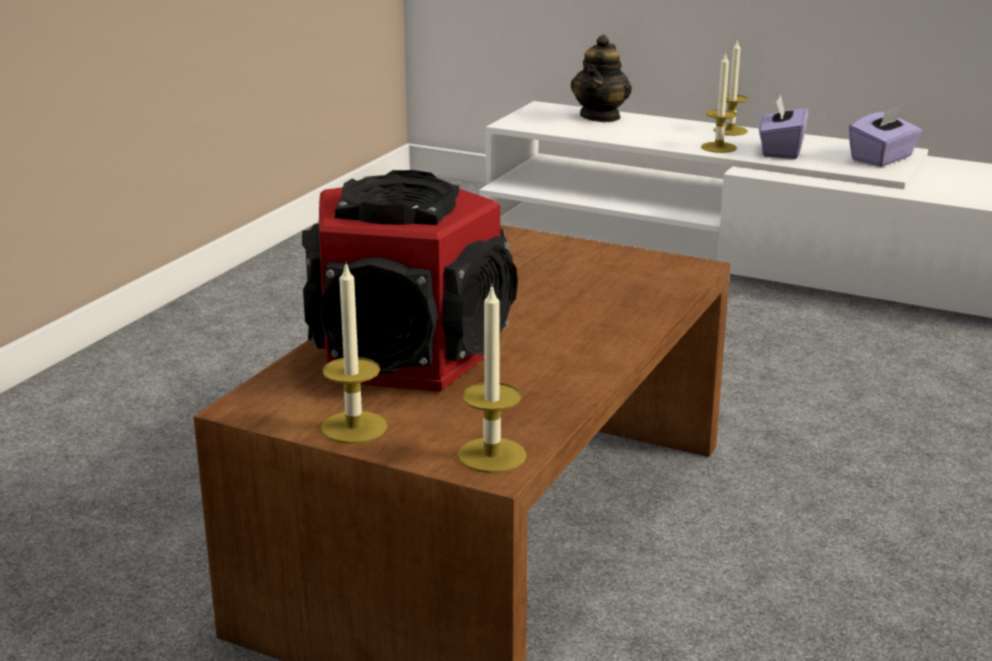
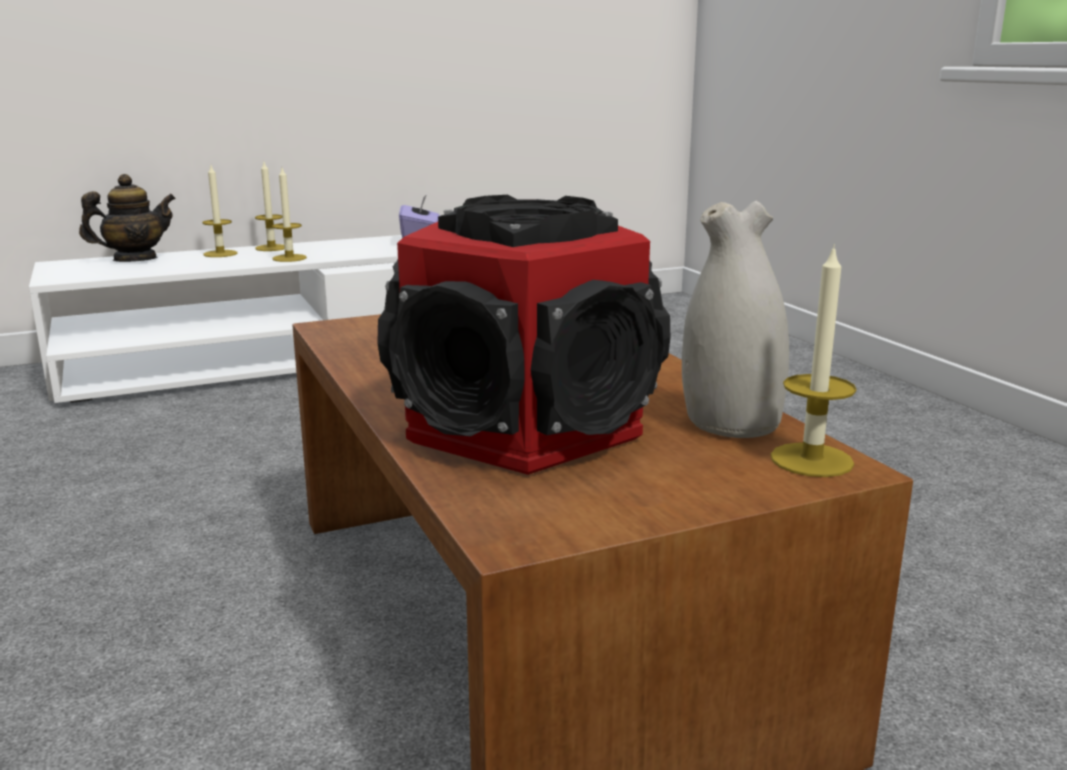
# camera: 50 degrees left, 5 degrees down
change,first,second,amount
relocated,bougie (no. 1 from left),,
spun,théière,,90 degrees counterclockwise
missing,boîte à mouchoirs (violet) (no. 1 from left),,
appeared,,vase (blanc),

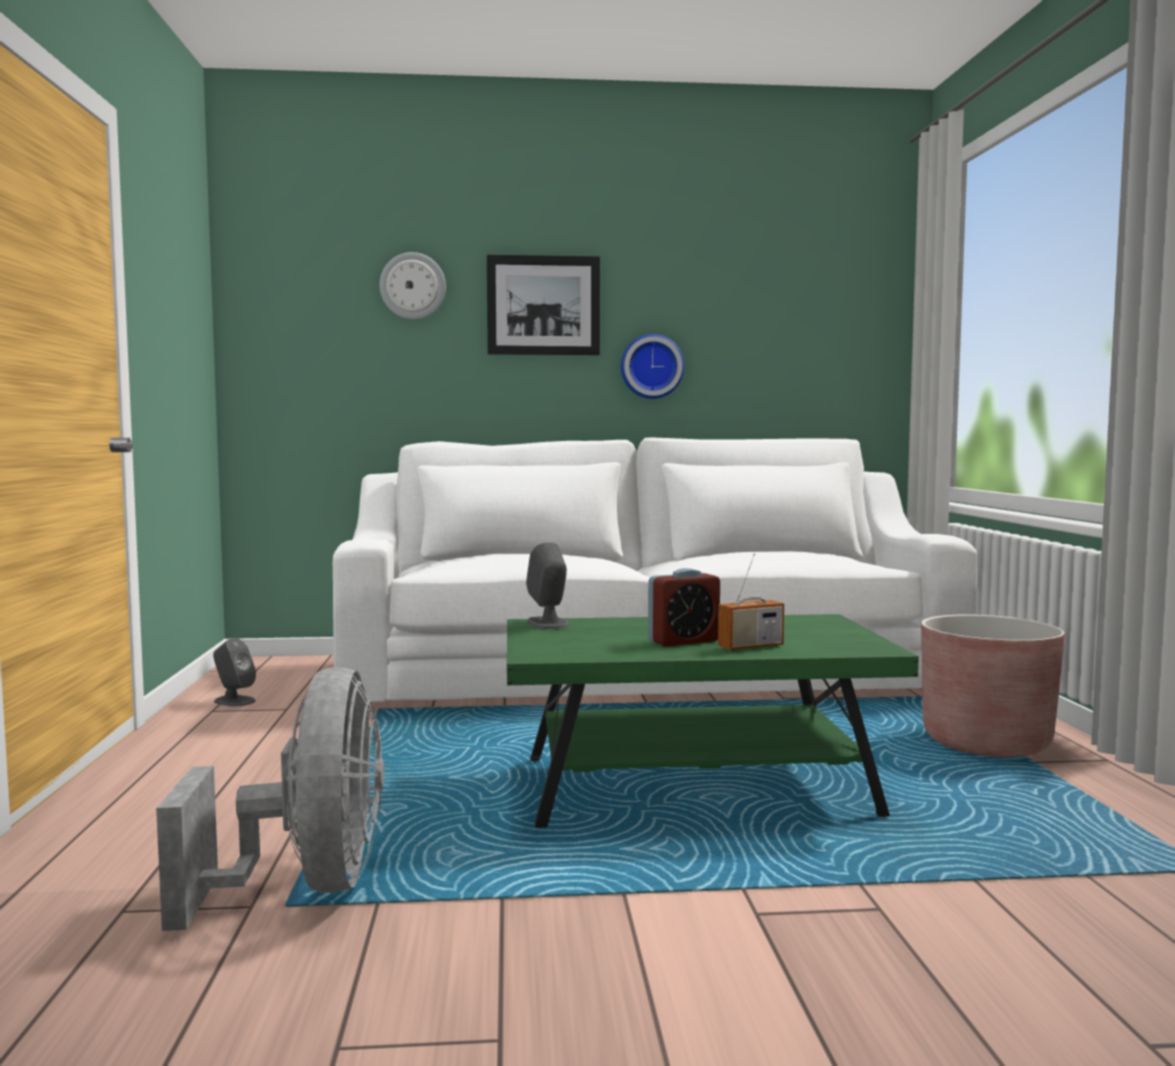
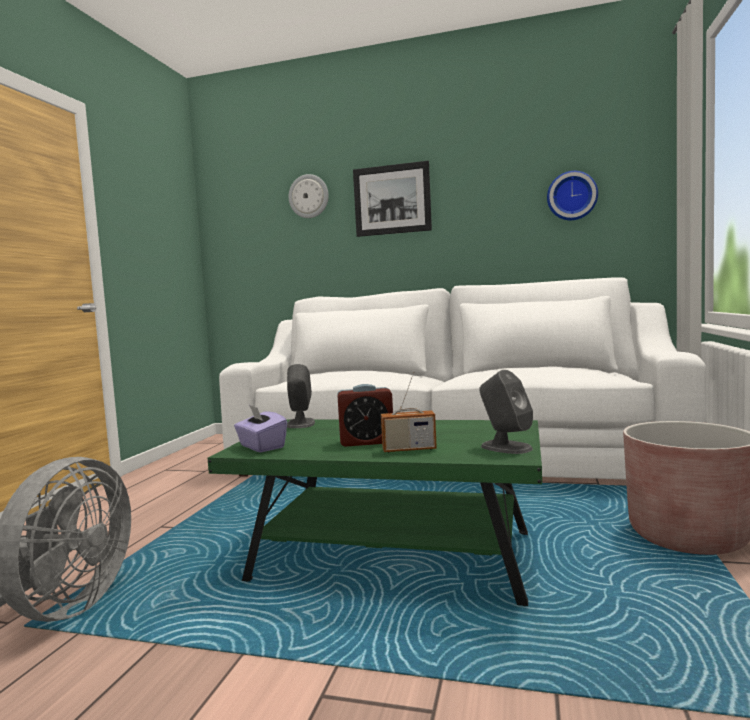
# camera: 20 degrees right, 0 degrees up
change,first,second,amount
relocated,enceinte (gris) (no. 1 from left in the first image),enceinte (gris) (no. 2 from left),
relocated,horloge murale (no. 2 from left),,
appeared,,boîte à mouchoirs (violet),

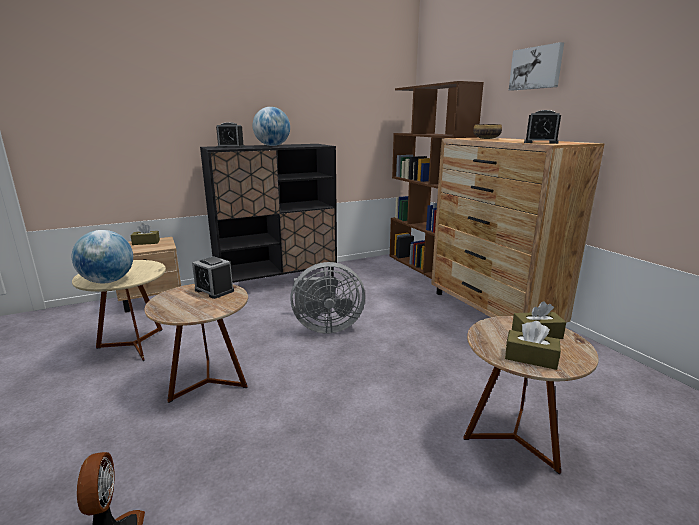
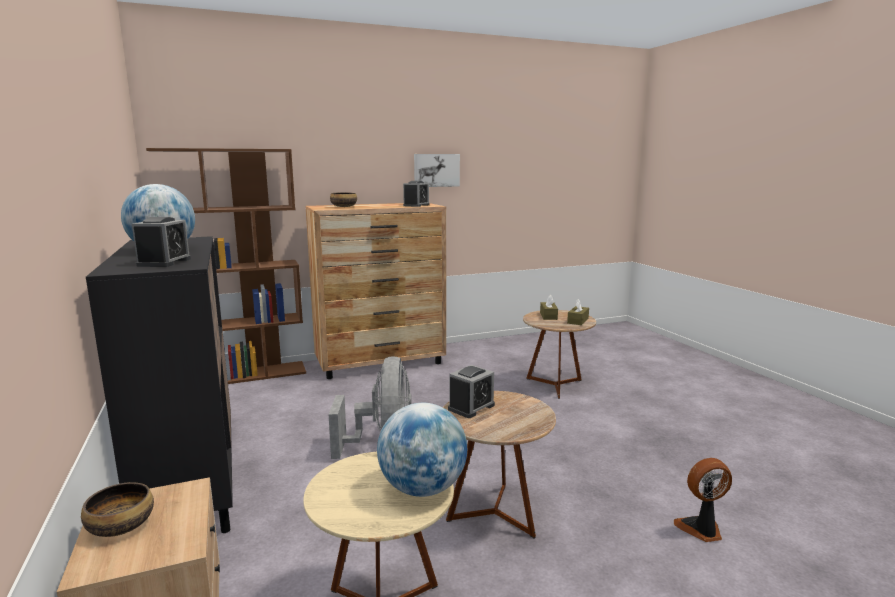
# camera: 85 degrees left, 5 degrees down
change,first,second,amount
exchanged,boîte à mouchoirs (marron) (no. 1 from left),bol (no. 1 from left),
relocated,tableau,,

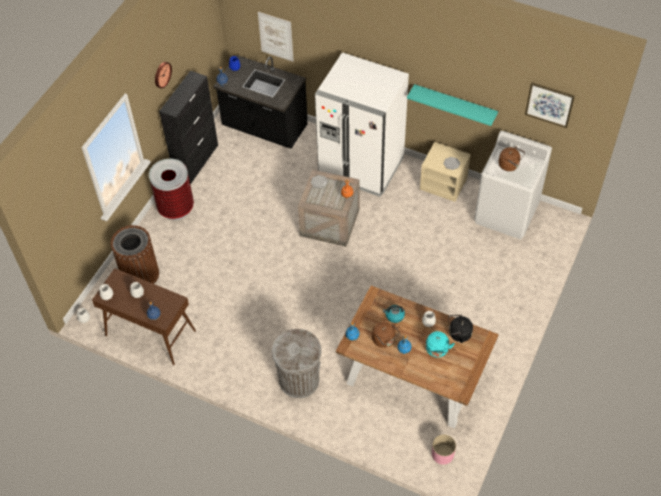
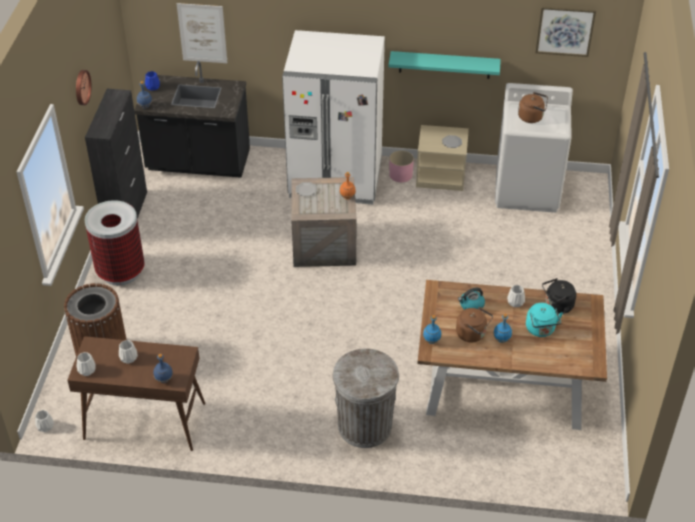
# camera: 20 degrees left, 10 degrees down
change,first,second,amount
relocated,cache-pot (rose),,

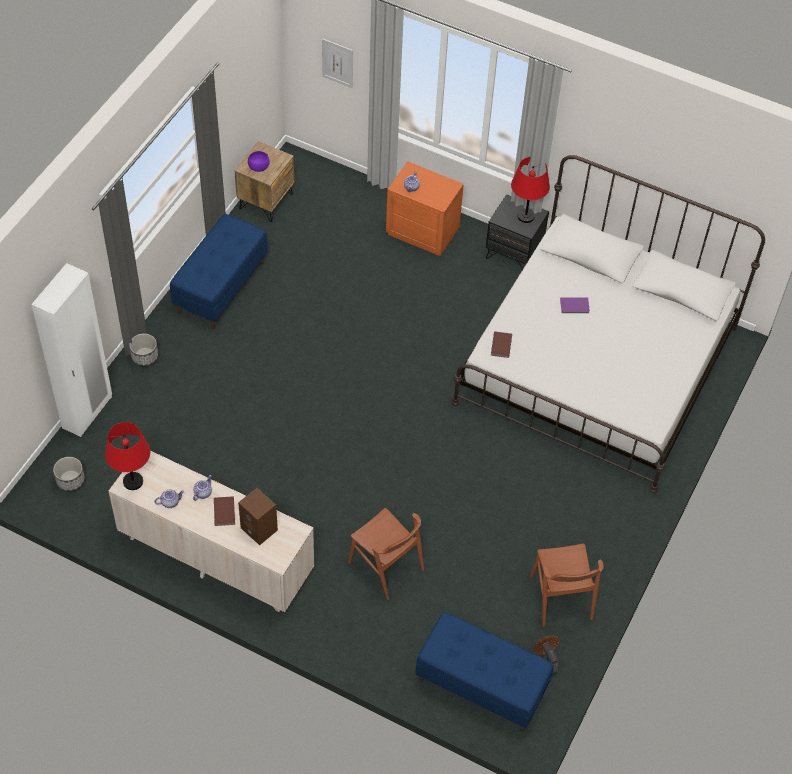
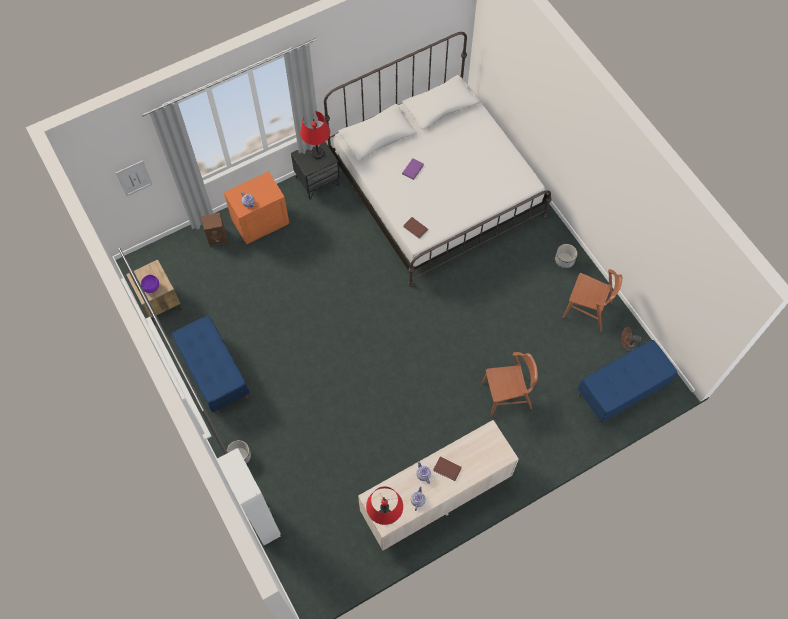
# camera: 55 degrees left, 10 degrees up
change,first,second,amount
relocated,cache-pot (no. 1 from left in the first image),cache-pot (no. 2 from left),
relocated,enceinte (marron),,

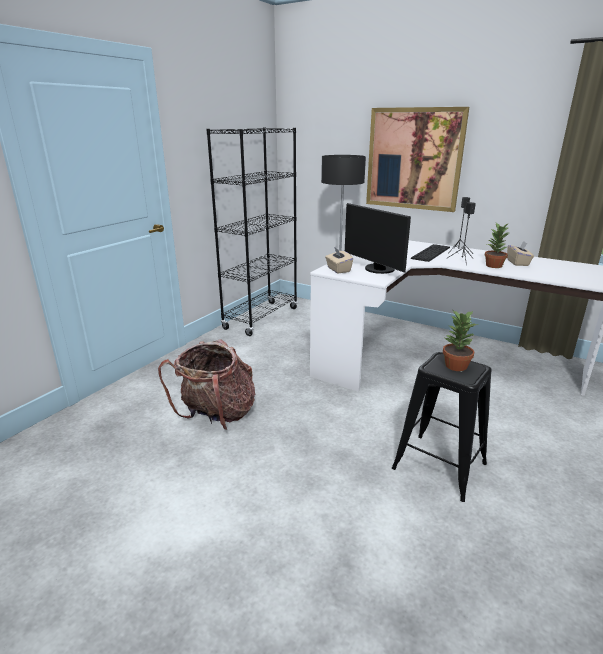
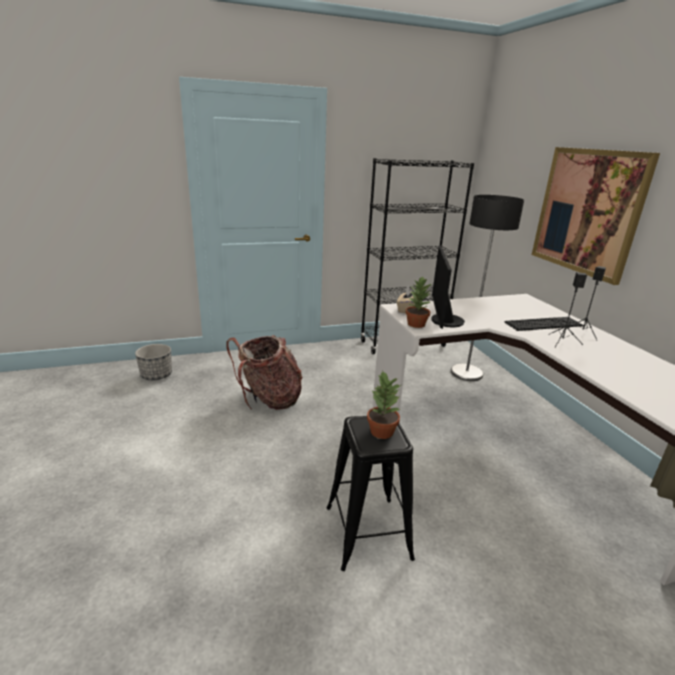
# camera: 40 degrees right, 0 degrees up
change,first,second,amount
relocated,plante en pot (no. 2 from left),,
missing,boîte à mouchoirs (beige) (no. 2 from left),,
appeared,,cache-pot,

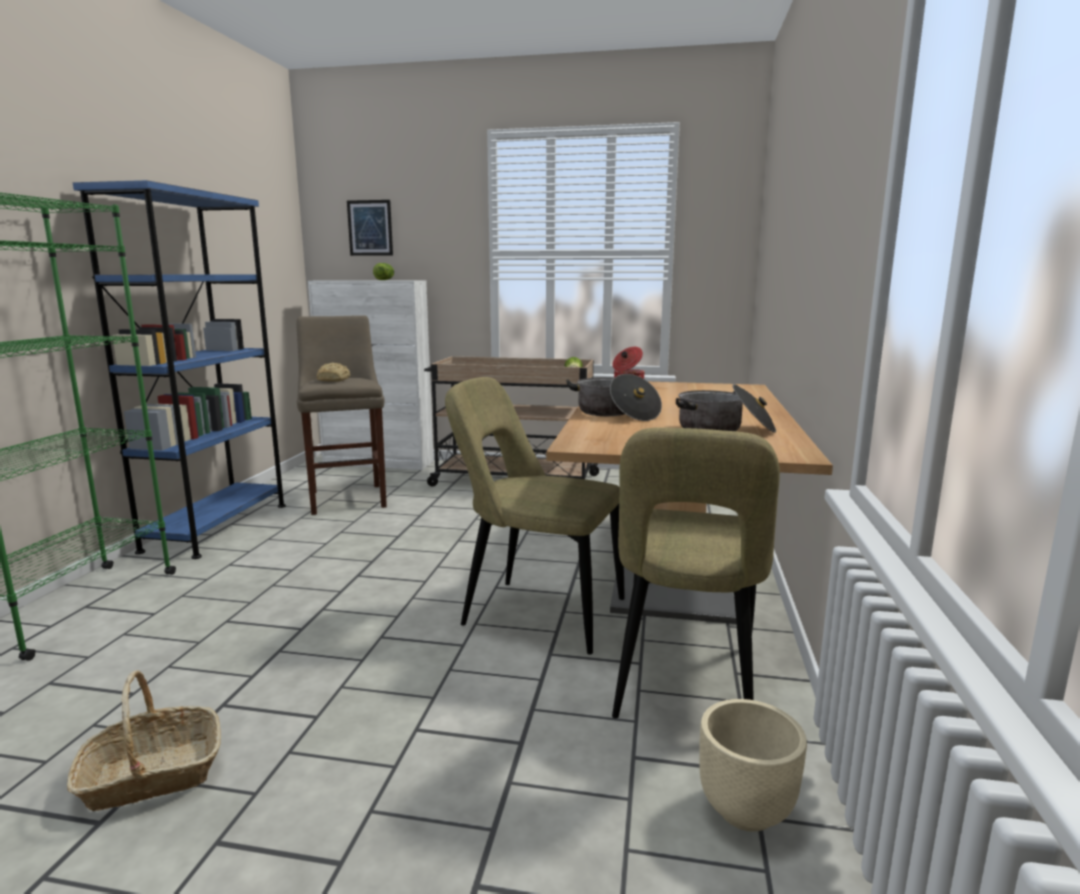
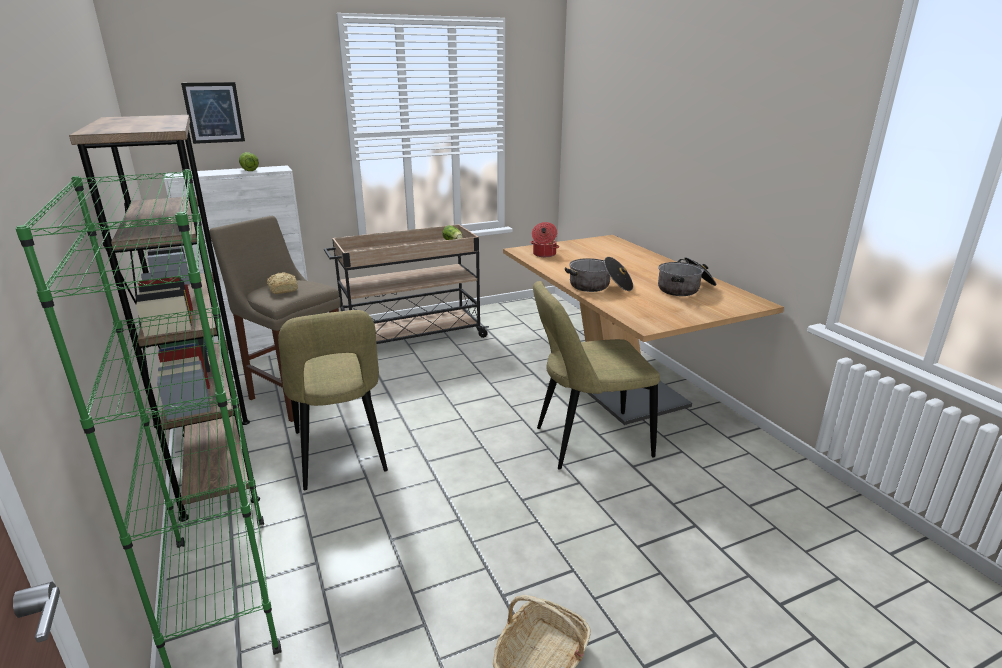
# camera: 35 degrees left, 10 degrees up
change,first,second,amount
colour,bibliothèque (bleu),bibliothèque (marron),
relocated,chaise (beige) (no. 2 from left in the first image),chaise (beige) (no. 1 from left),
missing,cache-pot (beige),,

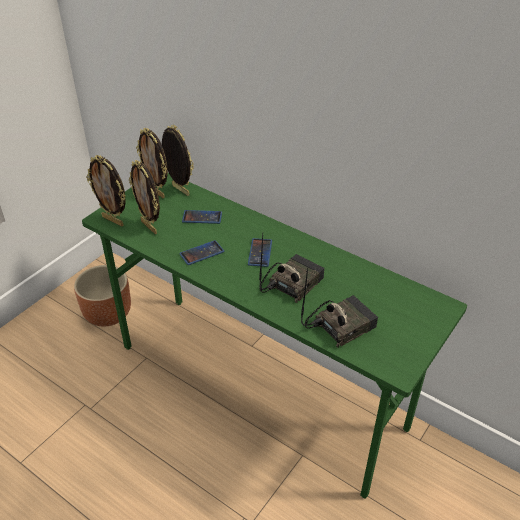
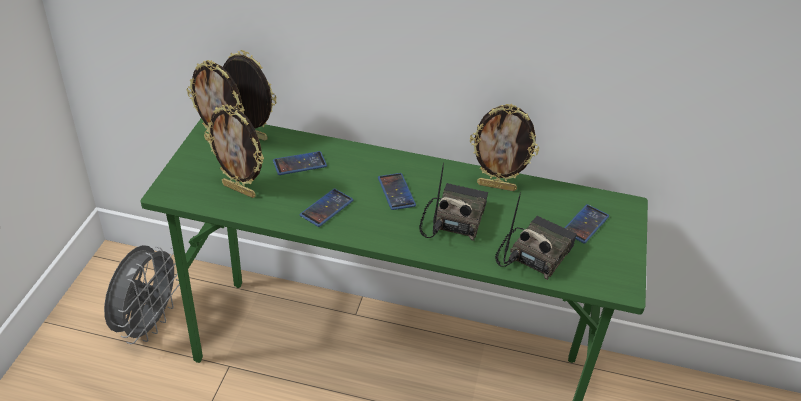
# camera: 25 degrees left, 0 degrees up
change,first,second,amount
exchanged,cache-pot (marron),ventilateur (gris),
relocated,cadre photo (no. 1 from left in the first image),cadre photo (no. 4 from left),
appeared,,téléphone (no. 4 from left),

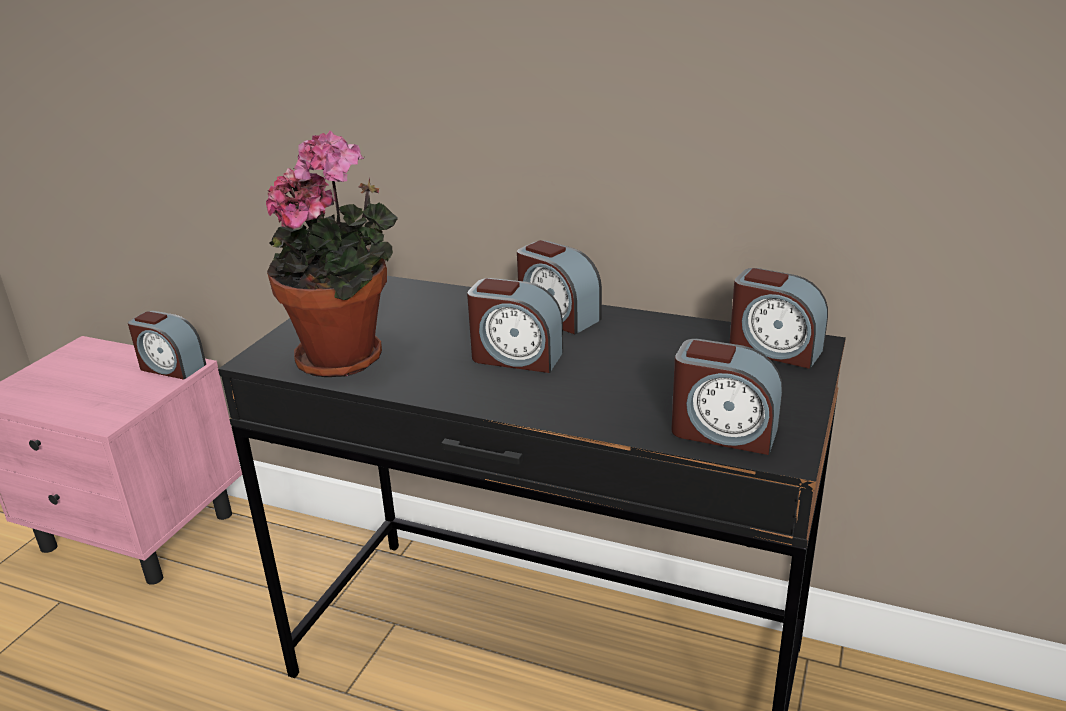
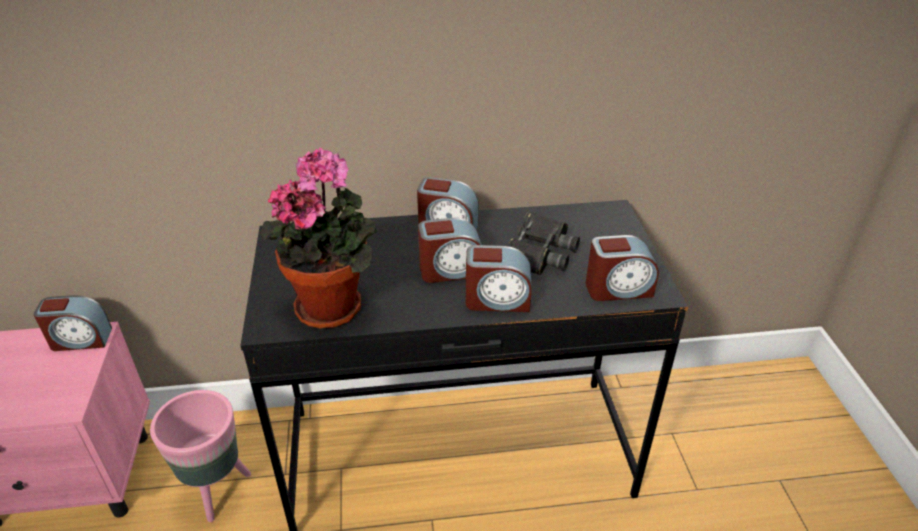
# camera: 30 degrees left, 10 degrees up
change,first,second,amount
relocated,réveil (no. 5 from left in the first image),réveil (no. 4 from left),
appeared,,cache-pot (rose),
appeared,,jumelles (noir),

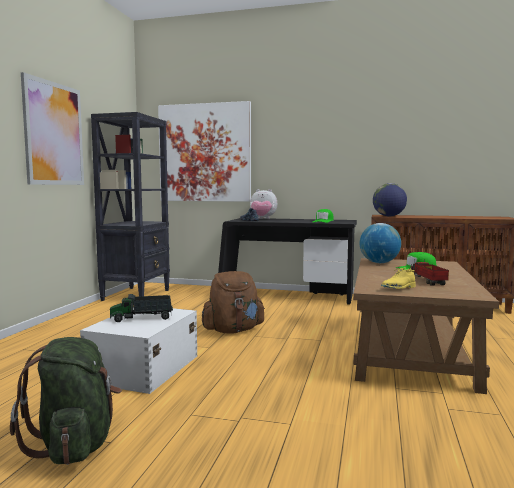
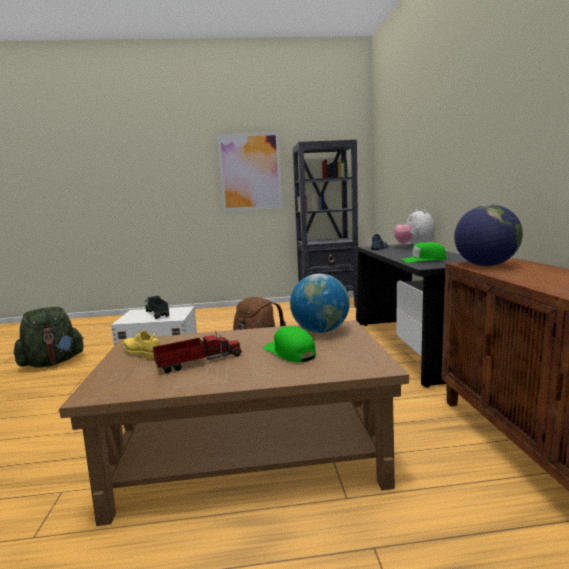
# camera: 70 degrees right, 5 degrees up
change,first,second,amount
missing,tableau (no. 2 from left),,

